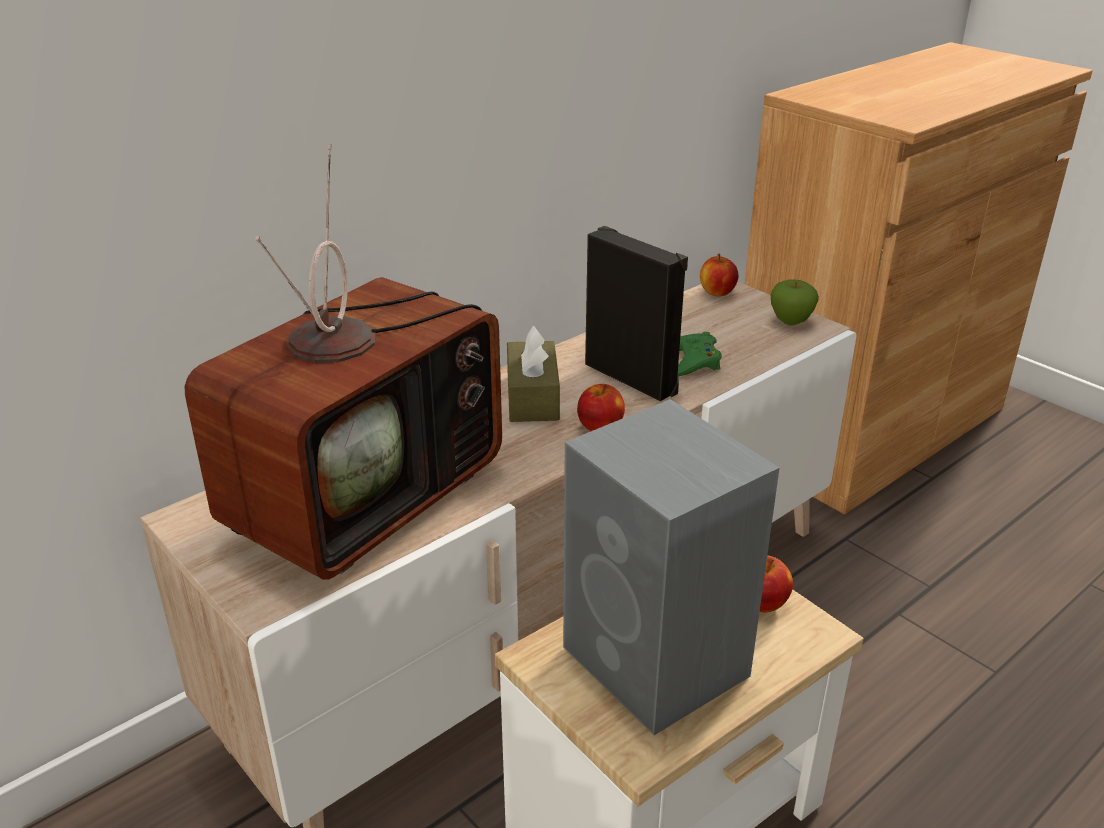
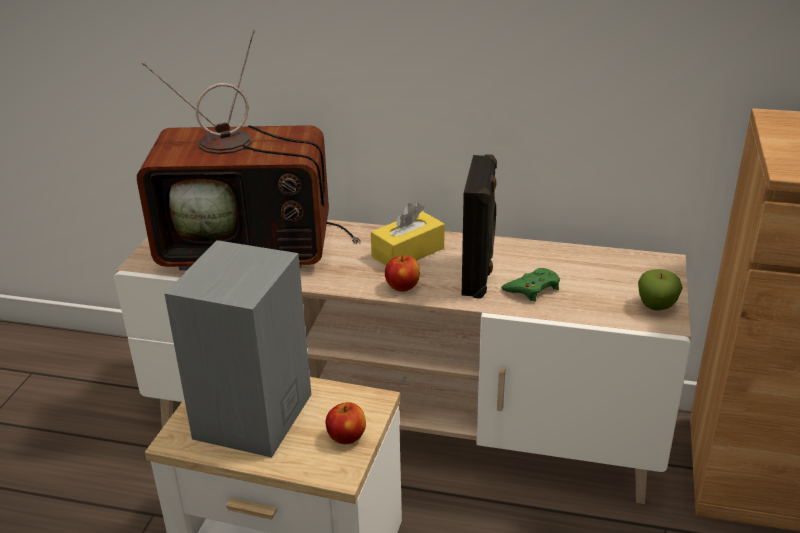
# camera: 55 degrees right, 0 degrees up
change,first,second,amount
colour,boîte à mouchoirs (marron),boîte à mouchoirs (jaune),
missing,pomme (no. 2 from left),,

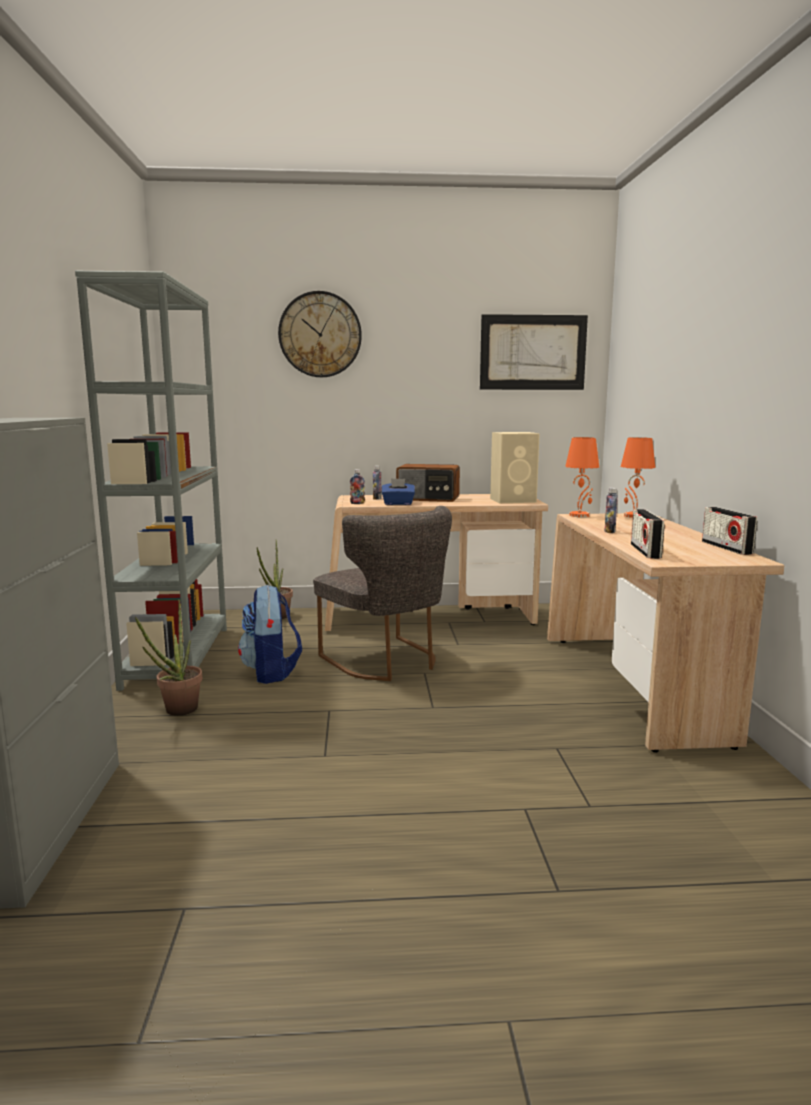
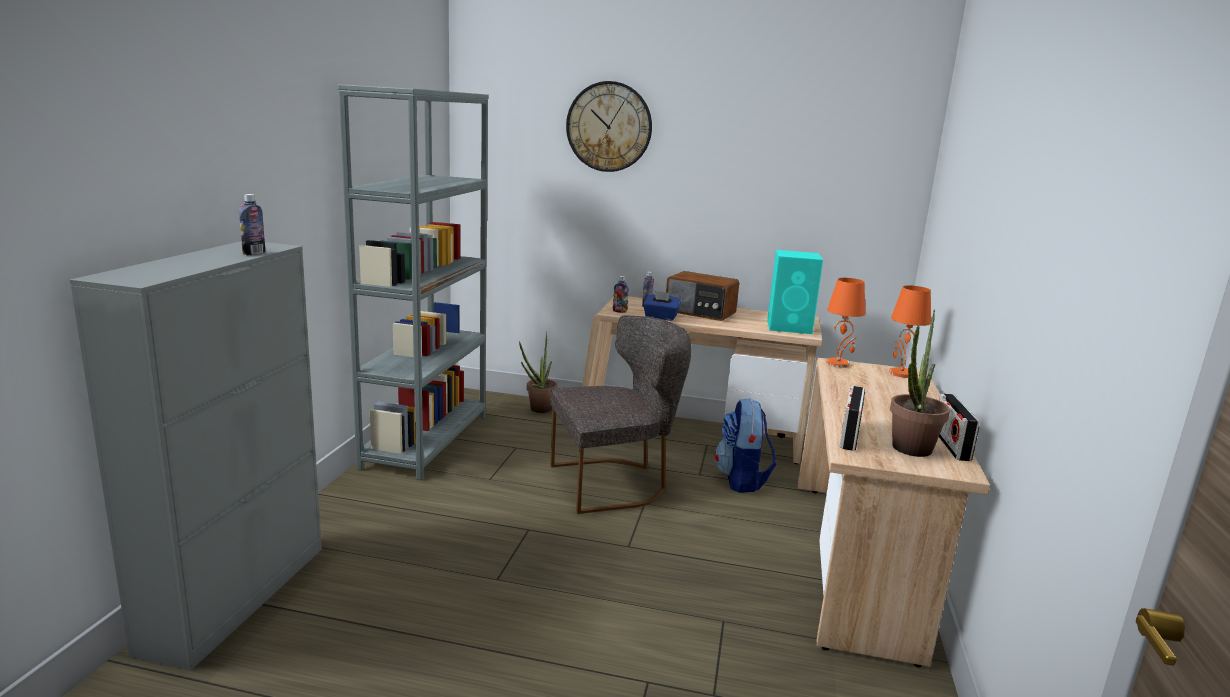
# camera: 15 degrees right, 5 degrees up
change,first,second,amount
relocated,plante en pot (no. 1 from left in the first image),plante en pot (no. 2 from left),
relocated,sac à dos,,
spun,chaise (gris),,90 degrees counterclockwise
missing,tableau,,
colour,enceinte (beige),enceinte (turquoise),
relocated,bouteille (no. 3 from left in the first image),bouteille (no. 1 from left),

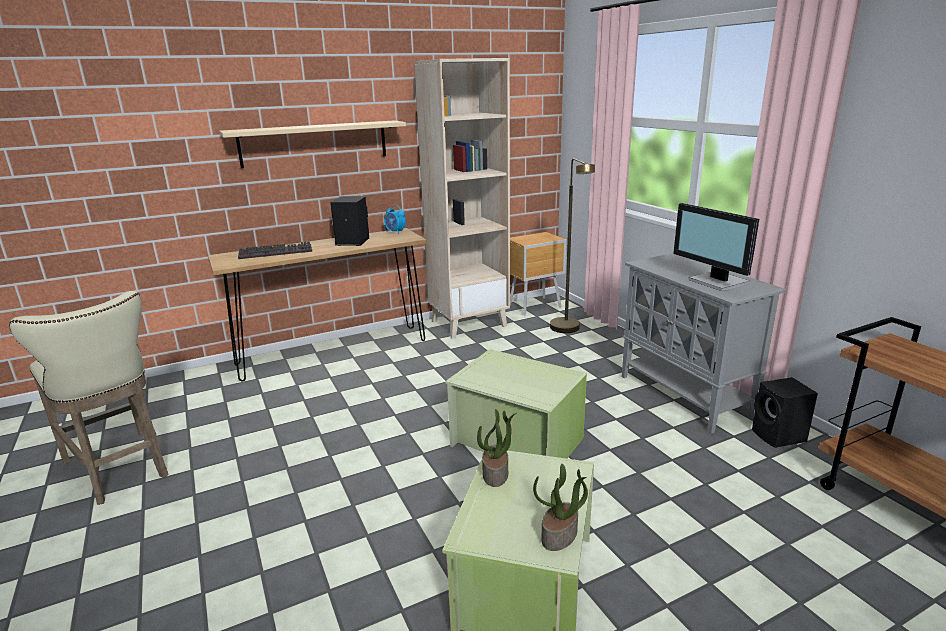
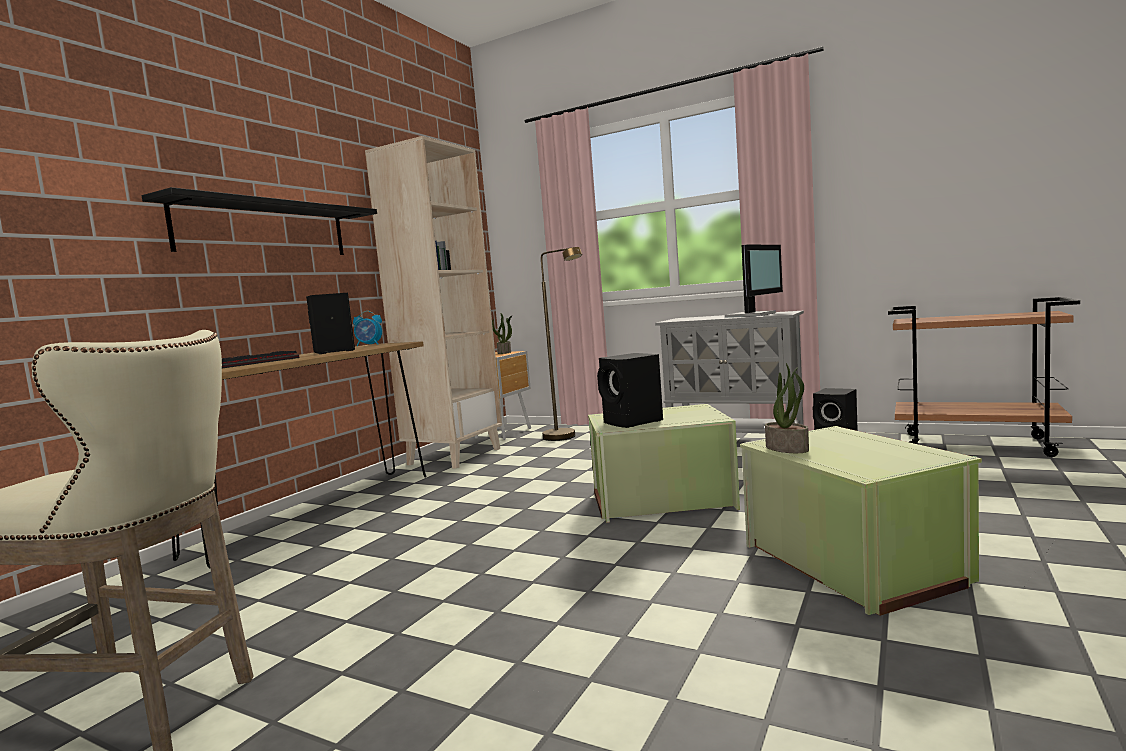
# camera: 35 degrees left, 15 degrees down
change,first,second,amount
colour,étagère (beige),étagère (noir),
relocated,plante en pot (no. 2 from left in the first image),plante en pot (no. 1 from left),
spun,écran d'ordinateur,,75 degrees counterclockwise
appeared,,enceinte (noir) (no. 2 from left),

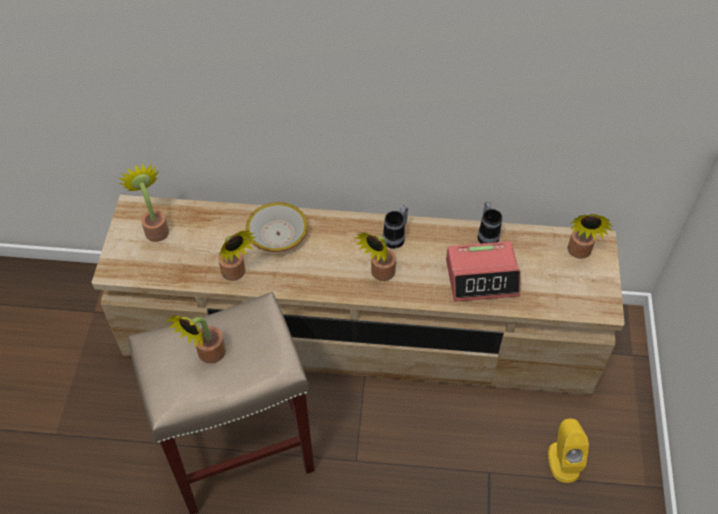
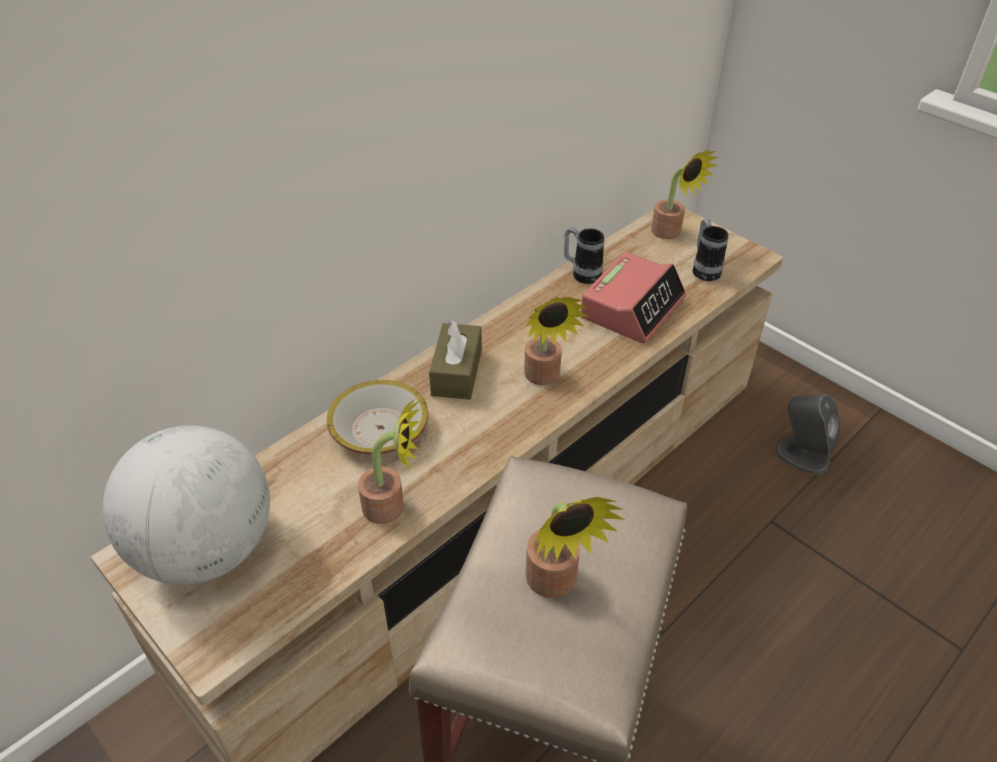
# camera: 50 degrees left, 10 degrees down
change,first,second,amount
exchanged,plante en pot (no. 1 from left),globe,
relocated,mug (no. 1 from left in the first image),mug (no. 2 from left),
colour,enceinte (jaune),enceinte (gris),
appeared,,boîte à mouchoirs (marron),

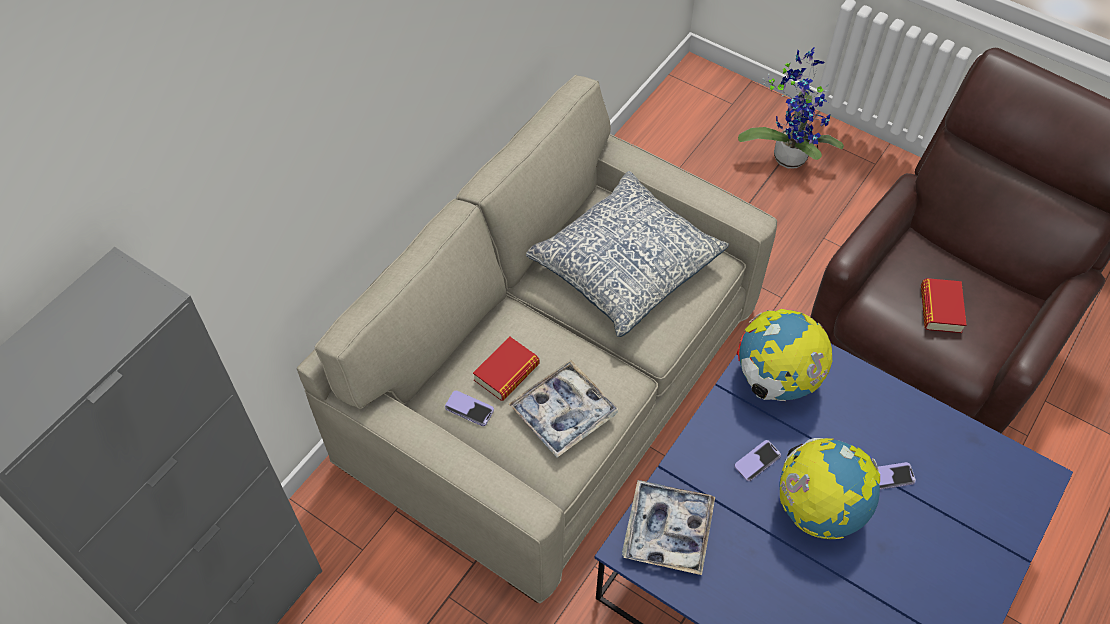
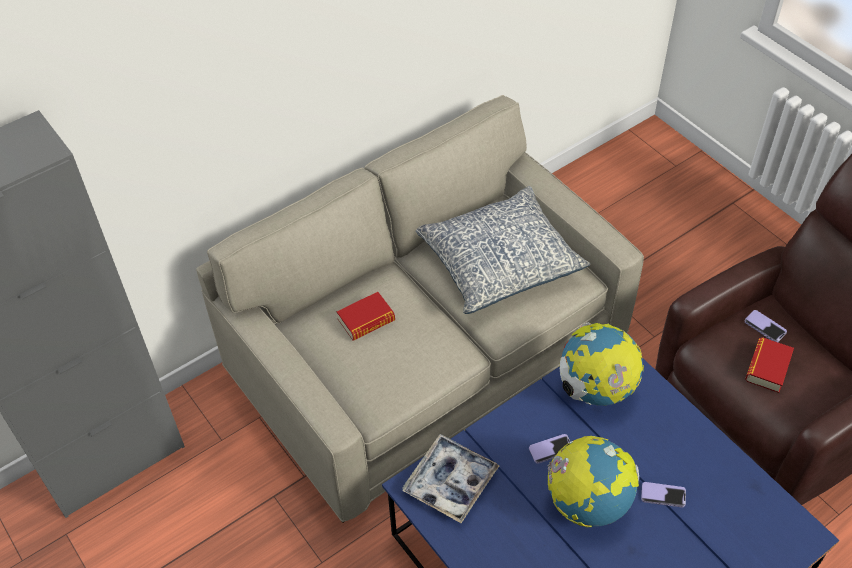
# camera: 20 degrees right, 5 degrees down
change,first,second,amount
relocated,téléphone (no. 1 from left in the first image),téléphone (no. 3 from left),
missing,plateau (no. 1 from left),,
missing,plante en pot,,

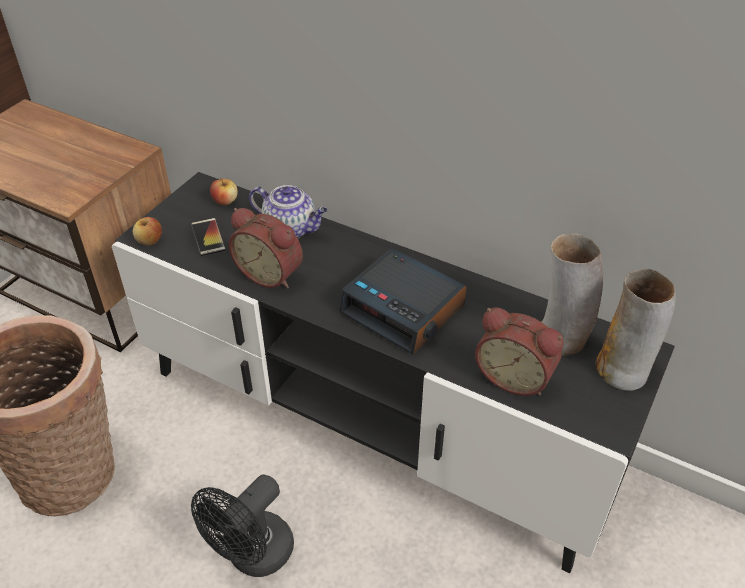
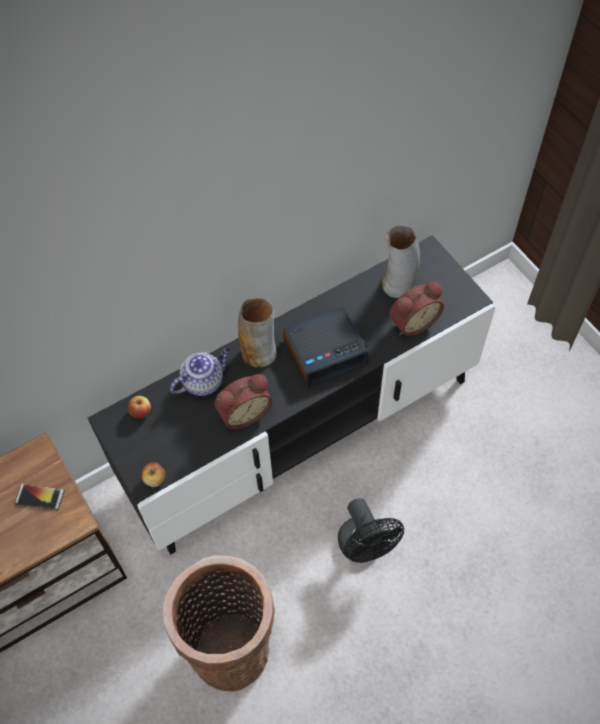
# camera: 60 degrees left, 15 degrees up
change,first,second,amount
relocated,téléphone,,
relocated,vase (no. 2 from left in the first image),vase (no. 1 from left),

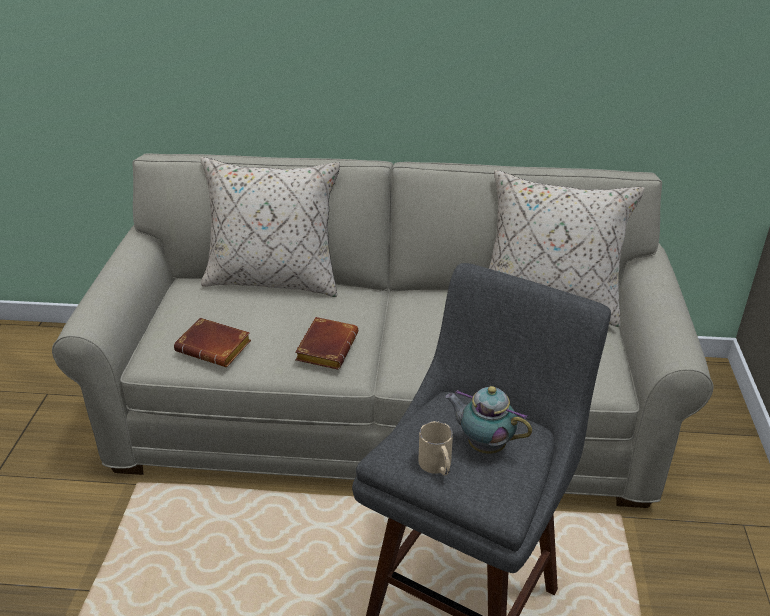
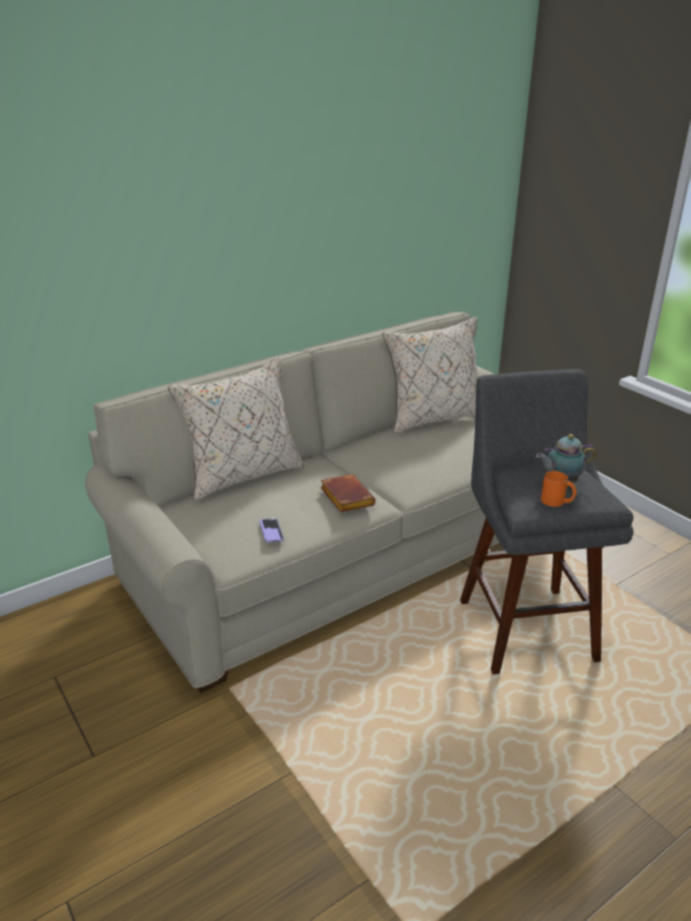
# camera: 40 degrees left, 5 degrees down
change,first,second,amount
exchanged,livre (marron) (no. 1 from left),téléphone,
colour,mug (beige),mug (orange),

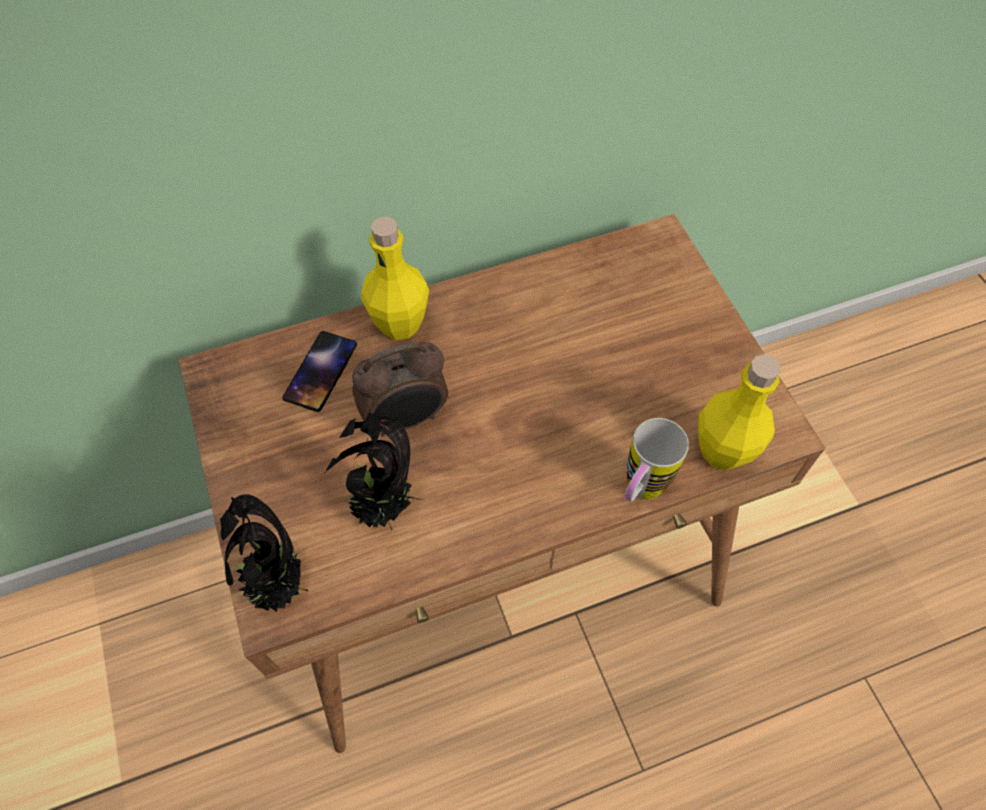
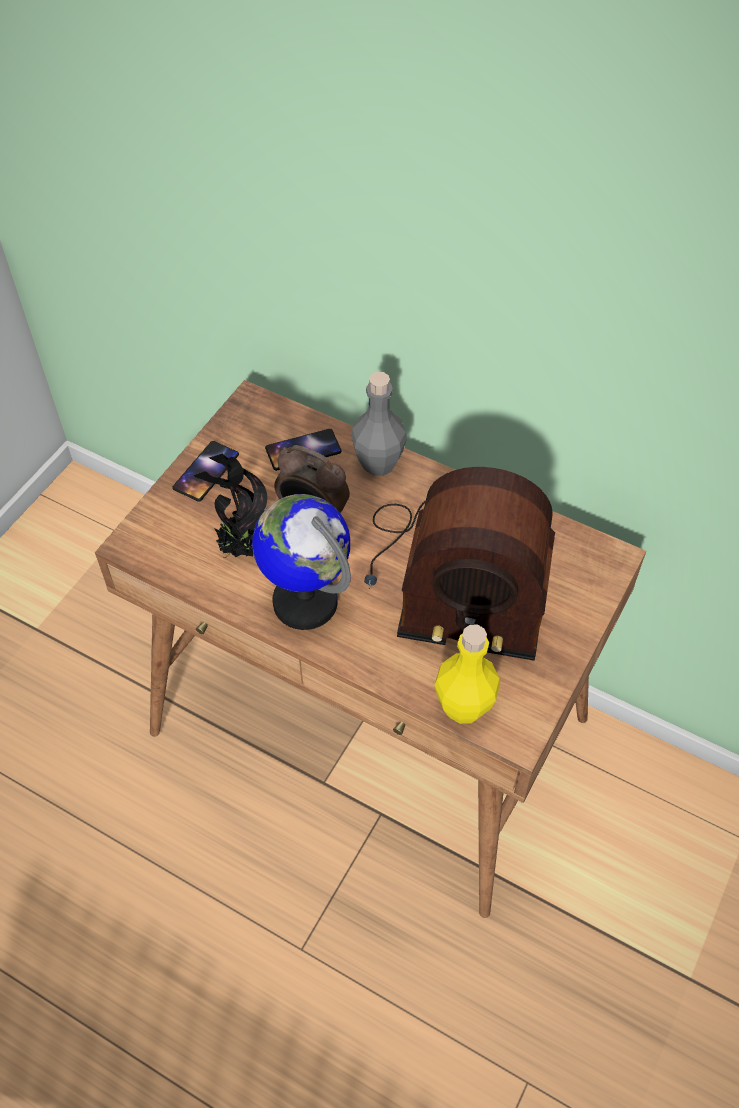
# camera: 50 degrees right, 5 degrees down
change,first,second,amount
missing,plante en pot (no. 1 from left),,
colour,bouteille (jaune) (no. 1 from left),bouteille (gris),
missing,mug,,
appeared,,téléphone (no. 1 from left),
appeared,,globe,
appeared,,radio,

